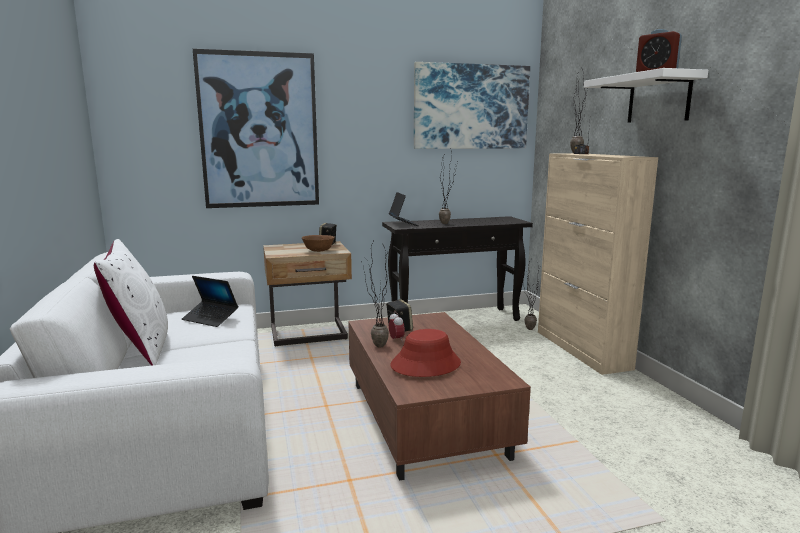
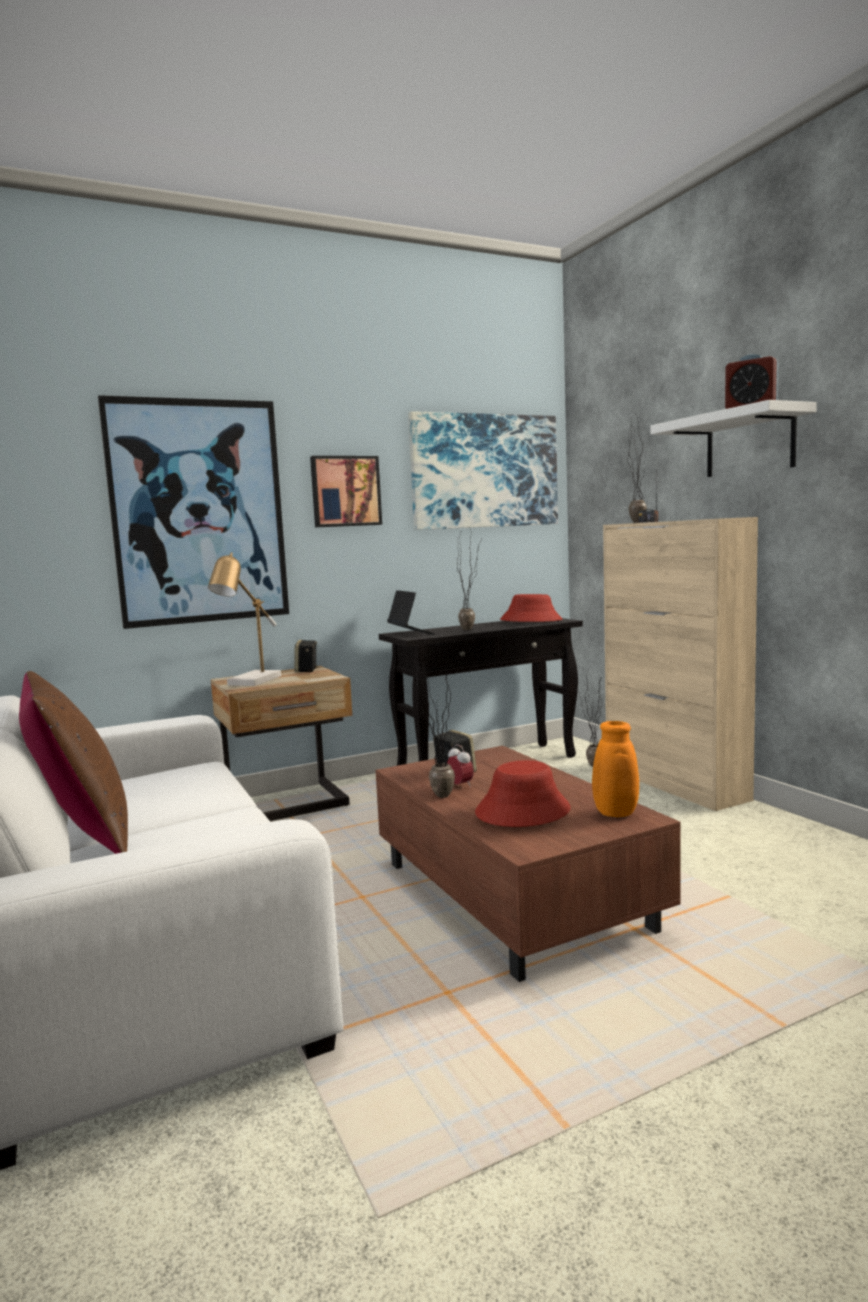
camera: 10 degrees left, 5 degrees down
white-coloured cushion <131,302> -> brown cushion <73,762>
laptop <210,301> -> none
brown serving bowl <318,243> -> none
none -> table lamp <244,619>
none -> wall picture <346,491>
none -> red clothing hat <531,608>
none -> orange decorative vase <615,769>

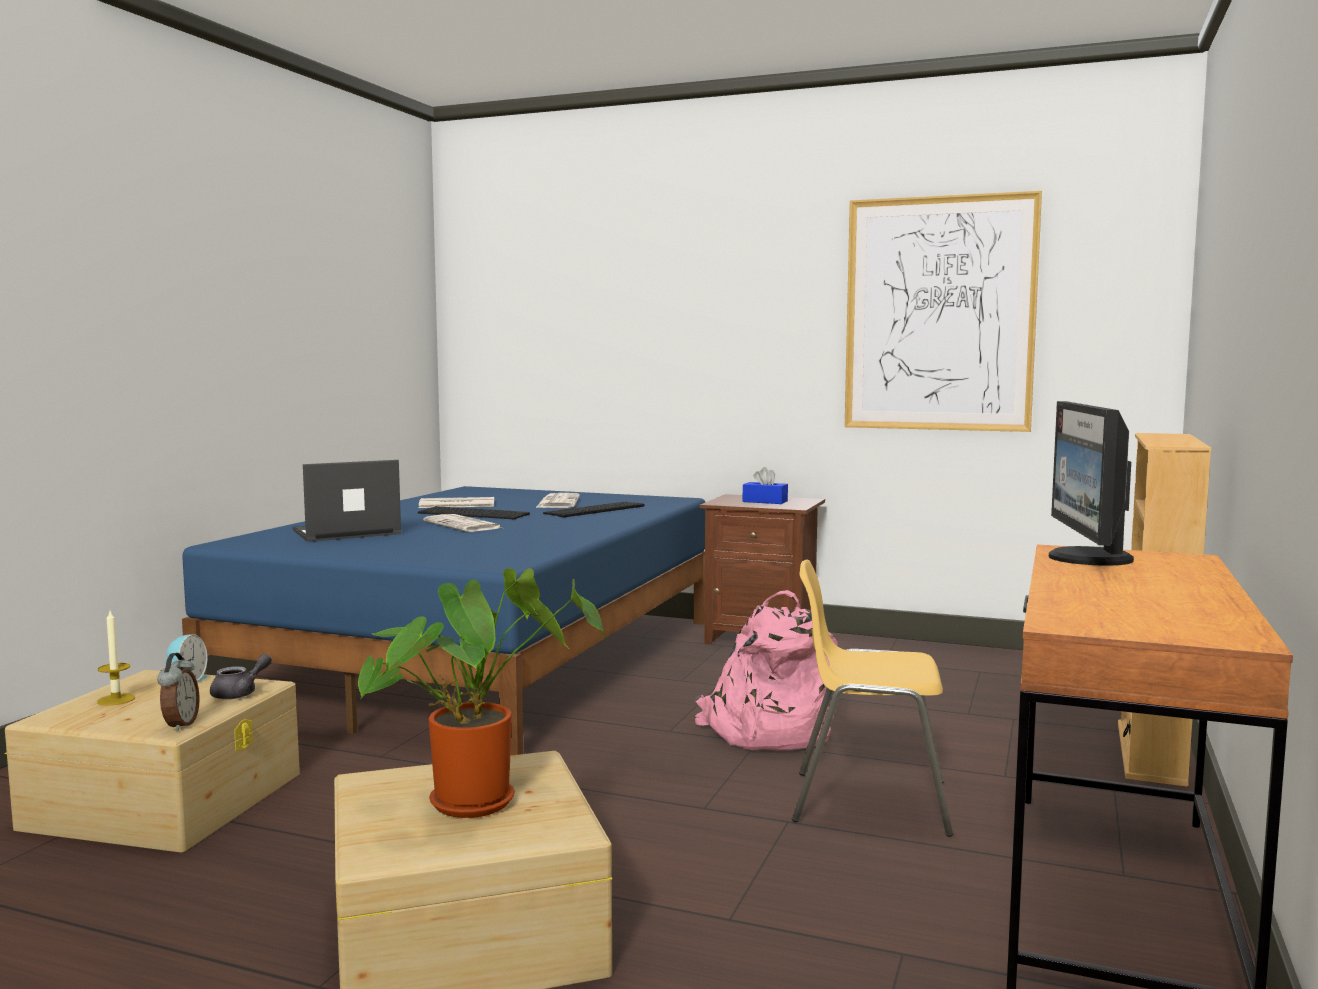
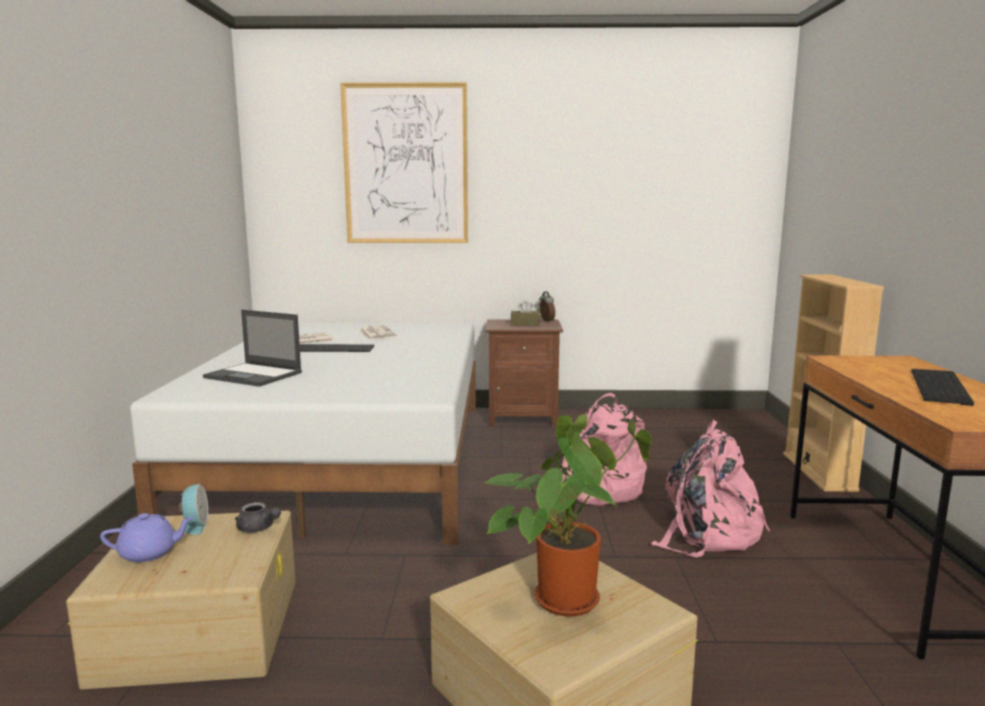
camera: 20 degrees left, 5 degrees up
candle <116,658> -> purplish tea pot <147,537>
alarm clock <178,692> -> alarm clock <547,307>, shifted
bluish bed <443,621> -> white-coloured bed <303,434>
grey tea pot <241,676> -> grey tea pot <258,517>, 105 degrees clockwise
laptop <347,501> -> laptop <252,348>, 105 degrees counterclockwise
printed paper <462,523> -> none
PC keyboard <594,509> -> PC keyboard <942,387>, shifted
bluish box of tissues <765,485> -> brown box of tissues <525,313>
yellowish plain chair <872,698> -> pink rucksack <710,489>
wall picture <943,311> -> wall picture <404,162>, shifted
computer screen <1091,483> -> none

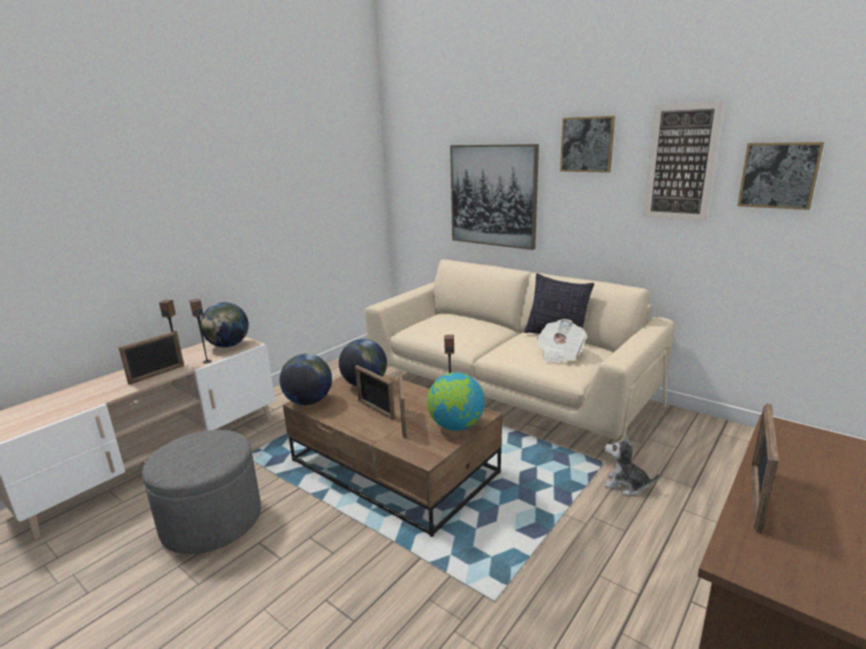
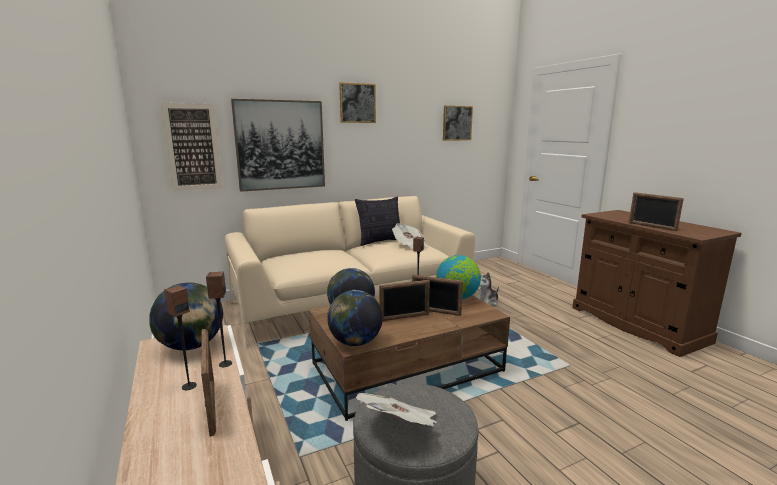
camera: 65 degrees left, 5 degrees down
wall picture <683,161> -> wall picture <192,147>, shifted
none -> printed paper <396,409>

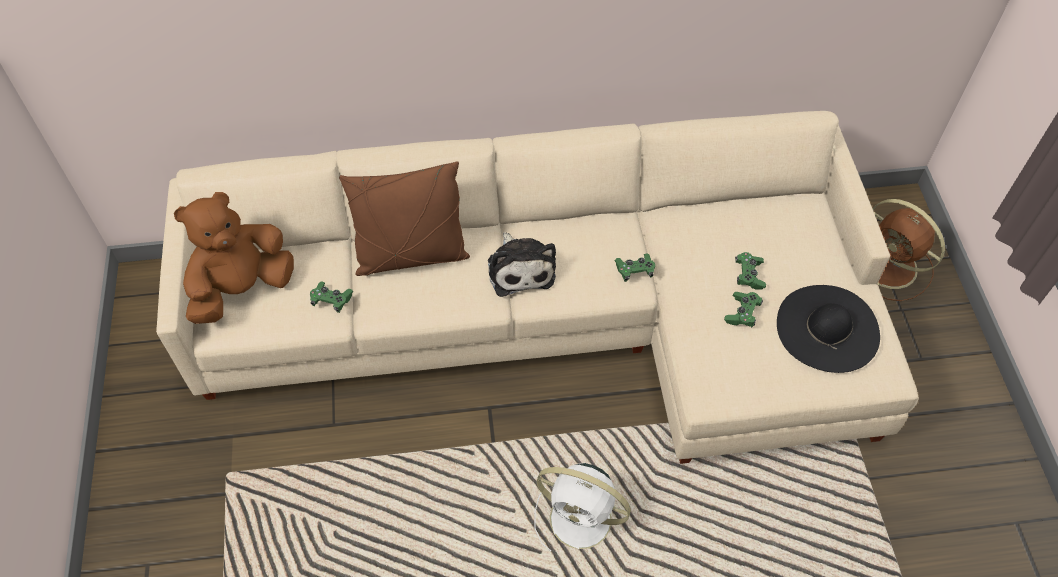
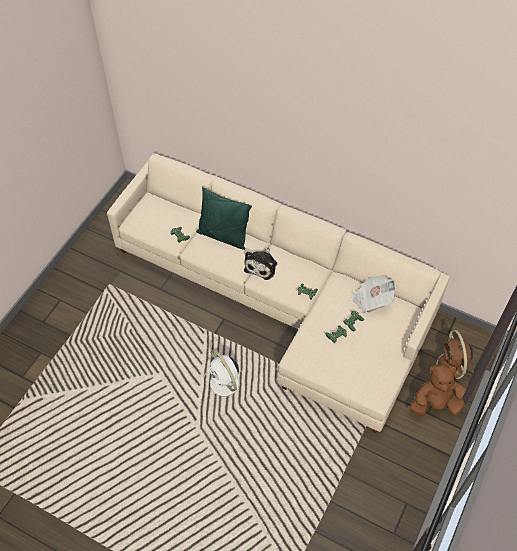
camera: 35 degrees right, 0 degrees up
brown plush toy <234,258> -> brown plush toy <437,390>, shifted
brown cushion <404,218> -> green-coloured cushion <224,218>
black-coloured clothing hat <828,329> -> none
none -> printed paper <374,294>

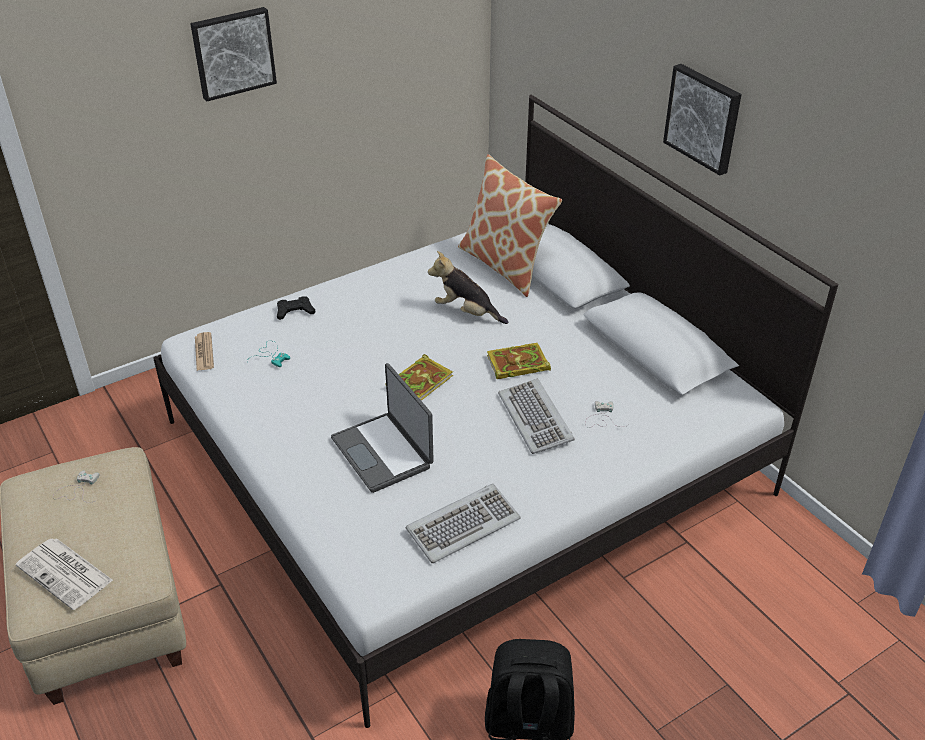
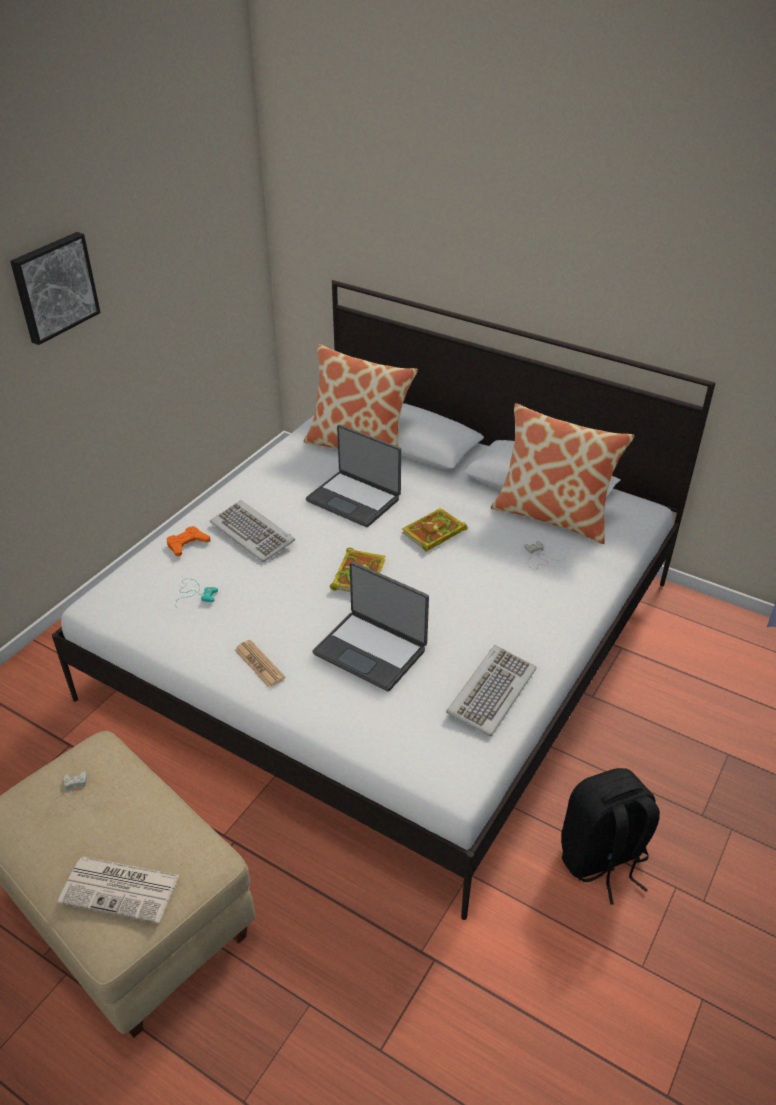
camera: 25 degrees left, 0 degrees up
printed paper <204,351> -> printed paper <260,663>, shifted
black-coloured gamepad <296,308> -> orange gamepad <188,541>
plush toy <468,287> -> laptop <353,476>
PC keyboard <536,416> -> PC keyboard <252,531>, shifted
wall picture <702,120> -> none
none -> cushion <562,473>

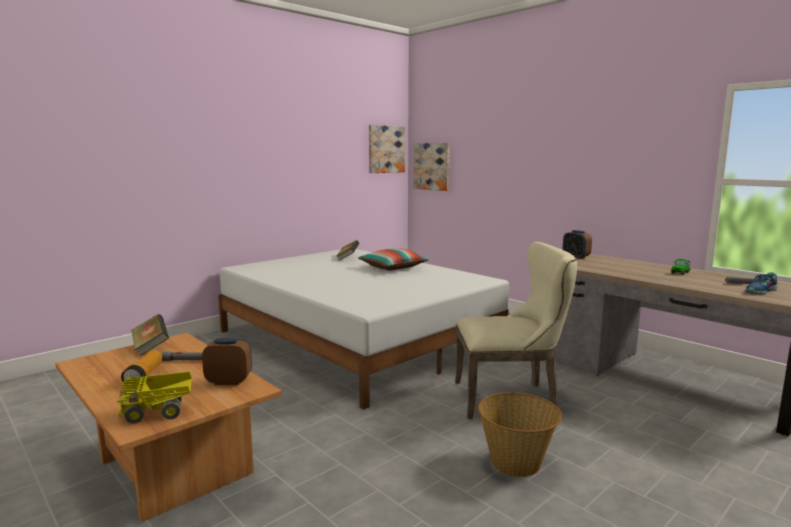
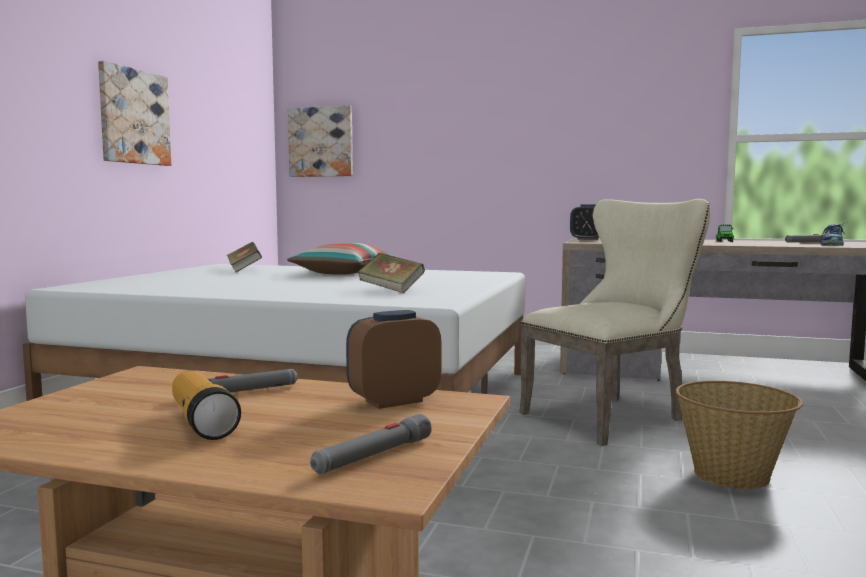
camera: 30 degrees left, 5 degrees down
model truck <154,397> -> grey flashlight <371,444>
bound book <150,335> -> bound book <391,273>, shifted
wall picture <387,149> -> wall picture <134,113>, shifted

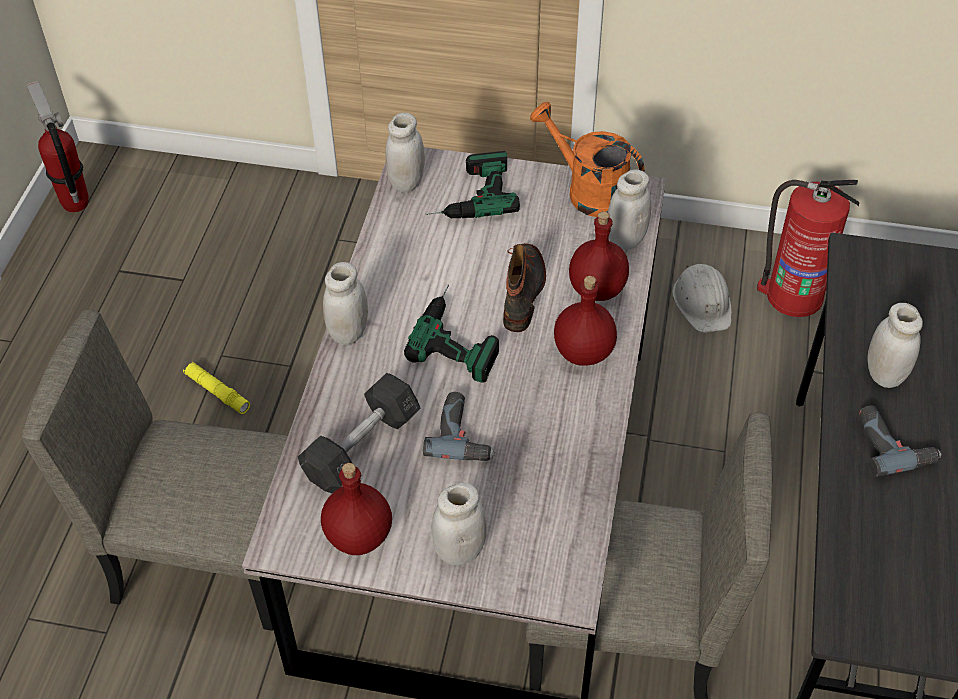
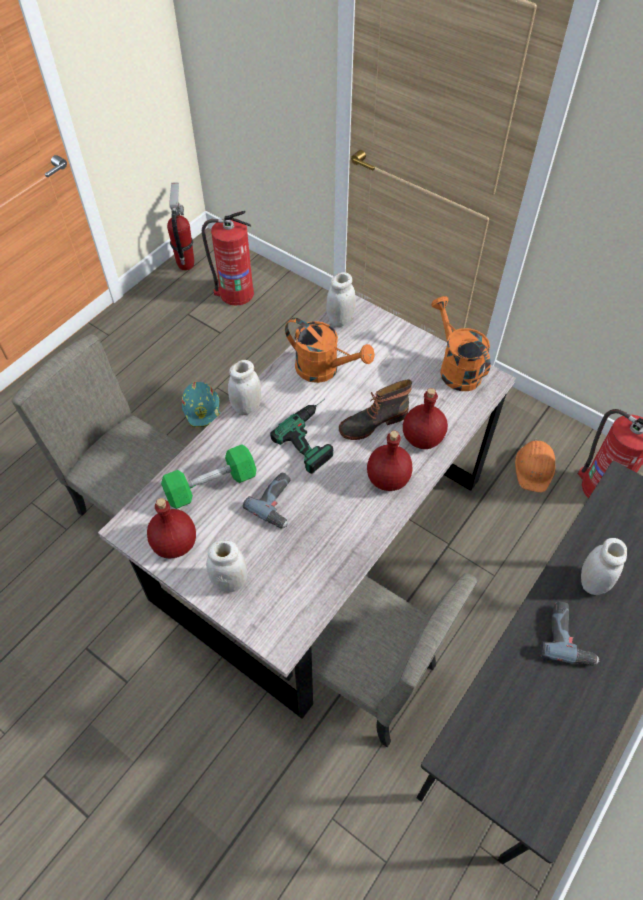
camera: 25 degrees right, 5 degrees up
yellowish flashlight <216,387> -> turquoise-coloured hard hat <201,404>
grey free weight <359,433> -> green-coloured free weight <209,476>
drill <472,184> -> none
tall boot <524,287> -> tall boot <375,409>, 150 degrees counterclockwise
white-coloured jar <629,209> -> none
white-coloured hard hat <702,298> -> orange hard hat <535,466>
none -> fire extinguisher <228,258>
none -> orange watering can <330,350>

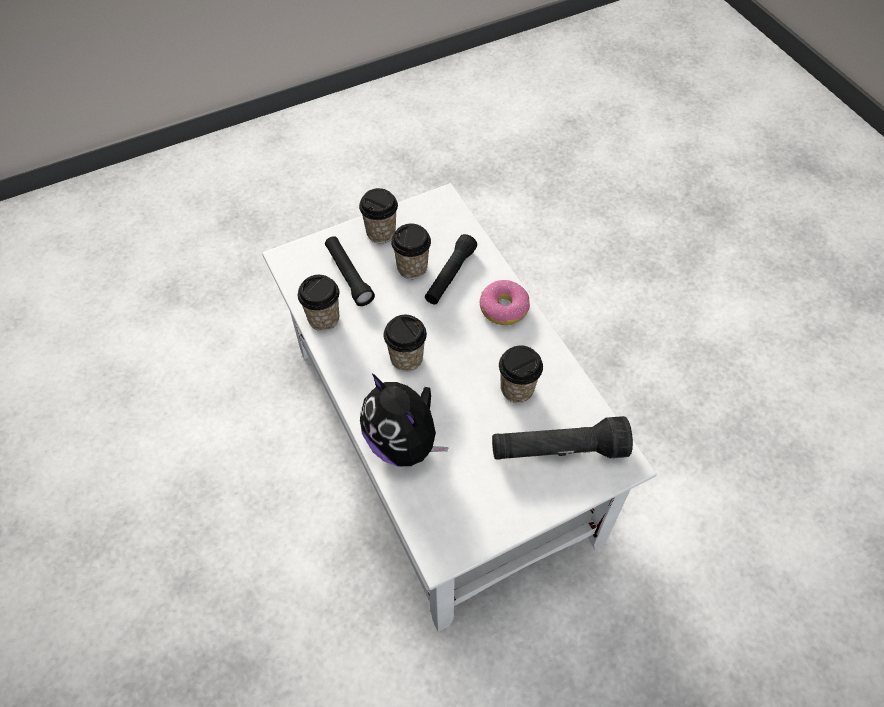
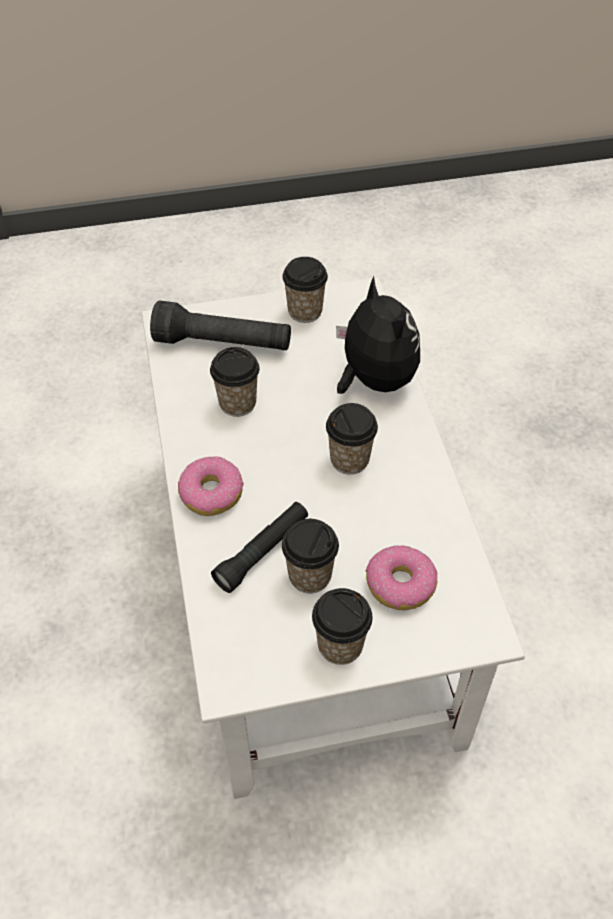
camera: 165 degrees left, 5 degrees down
drinking cup <318,303> -> drinking cup <305,290>, shifted
black-coloured flashlight <350,271> -> donut <401,577>

